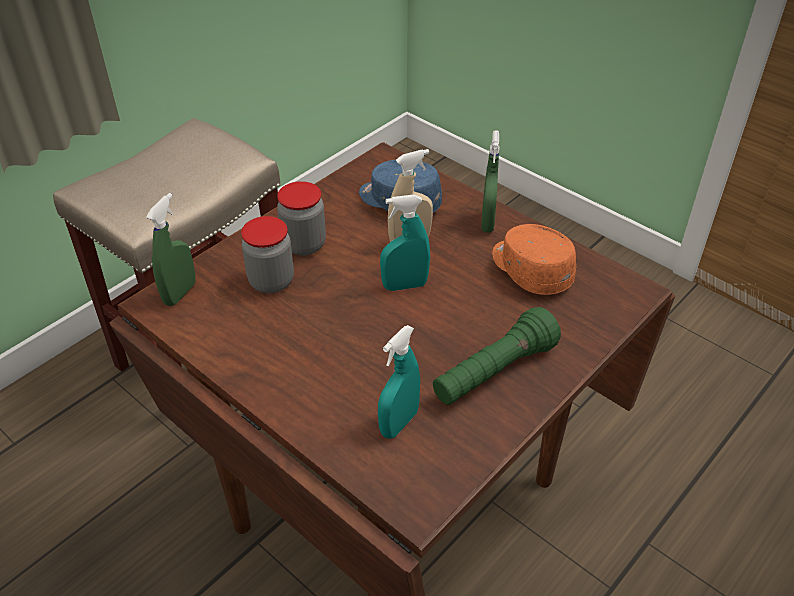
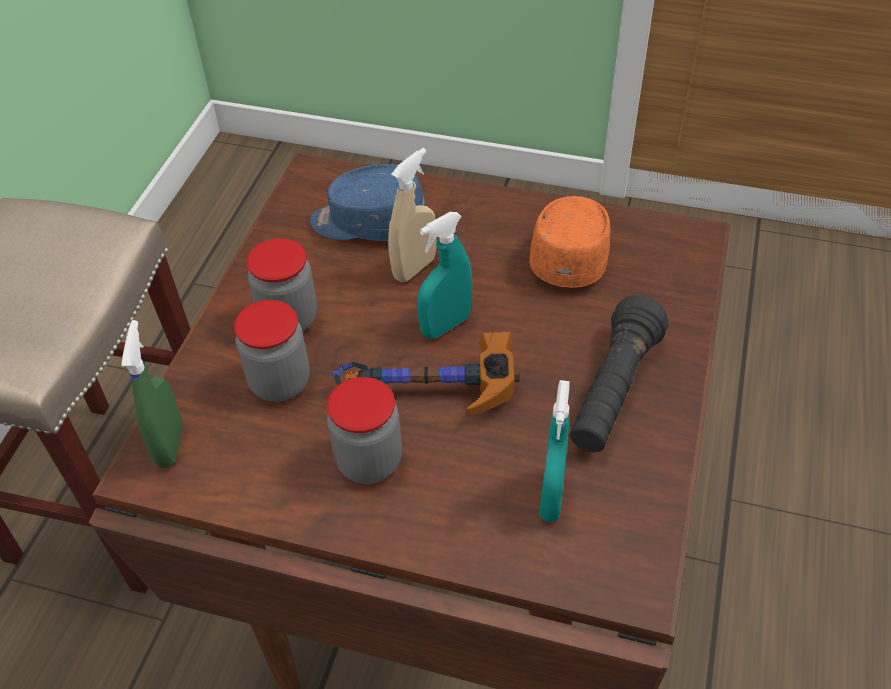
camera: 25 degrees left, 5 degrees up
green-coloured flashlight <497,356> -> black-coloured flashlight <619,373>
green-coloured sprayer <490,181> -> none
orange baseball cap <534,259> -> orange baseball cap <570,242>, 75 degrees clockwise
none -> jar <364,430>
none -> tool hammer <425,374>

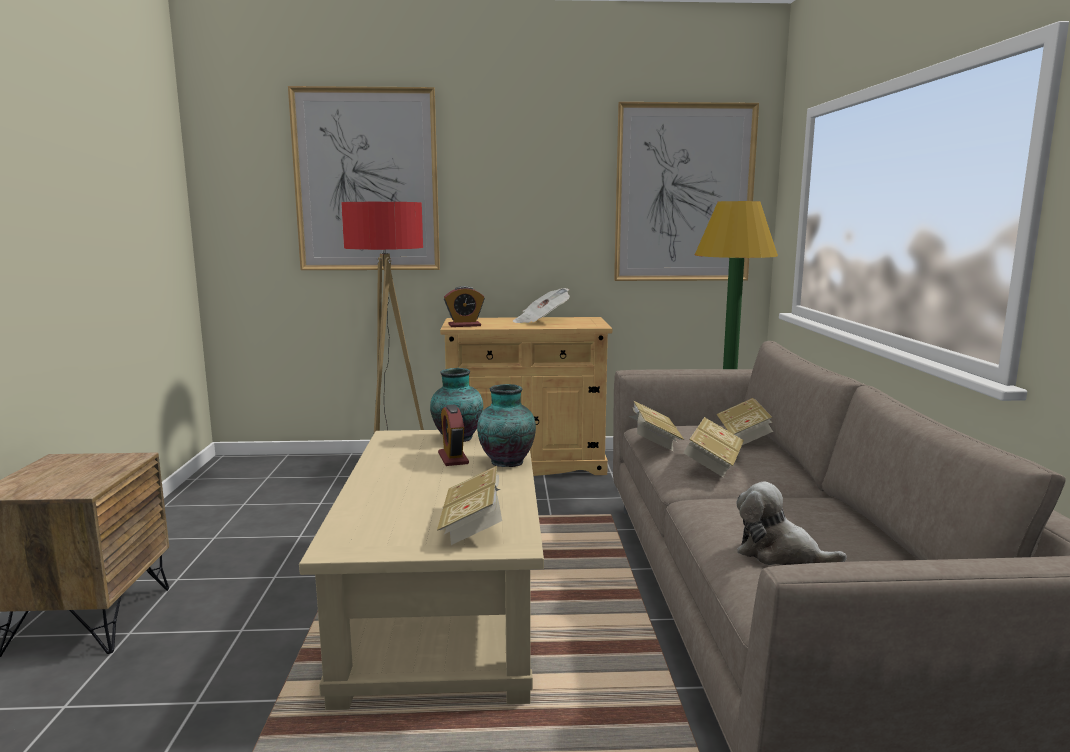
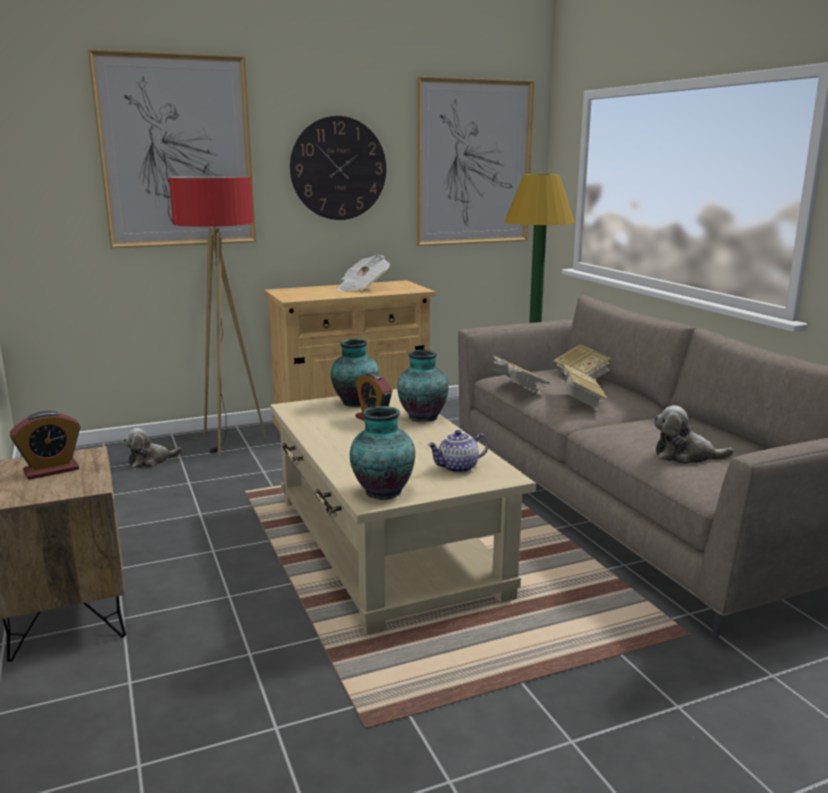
camera: 20 degrees left, 5 degrees up
bound book <469,505> -> tea pot <458,451>
alarm clock <464,306> -> alarm clock <45,445>, shifted
none -> plush toy <152,448>
none -> hanging clock <338,168>
none -> decorative vase <382,453>

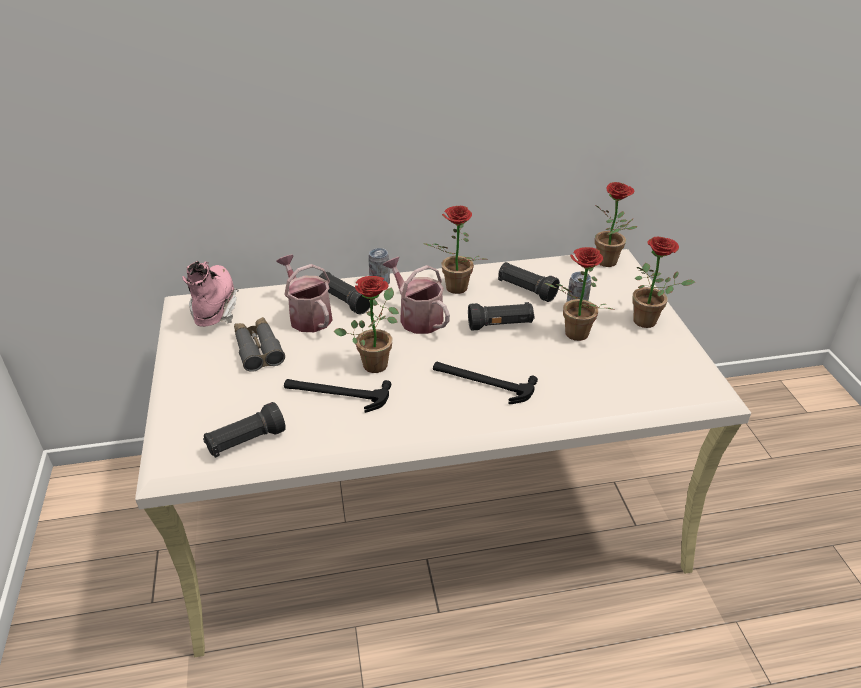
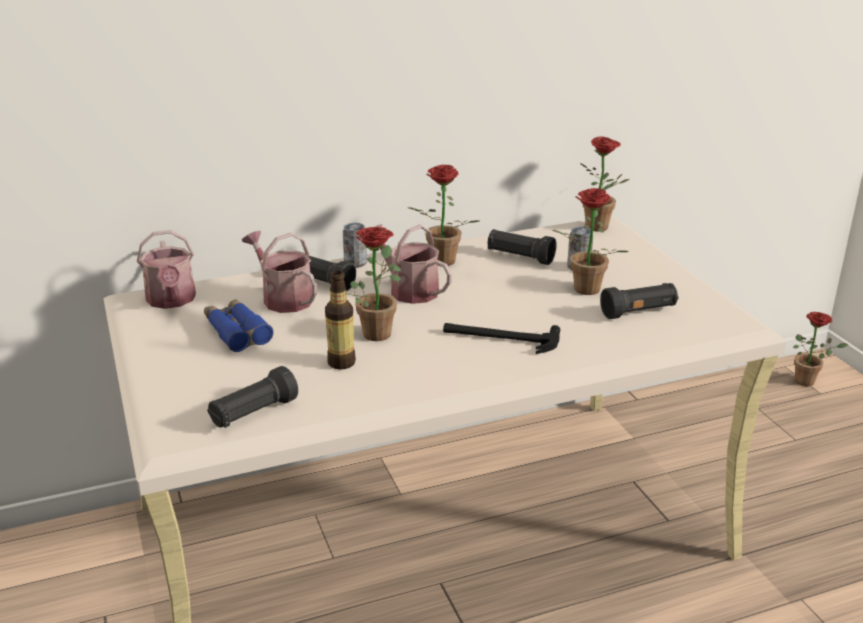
camera: 10 degrees left, 10 degrees down
pink tall boot <210,294> -> watering can <166,269>
grey field glasses <259,344> -> bluish field glasses <239,325>
tool hammer <337,396> -> bottle <340,320>
black-coloured flashlight <501,316> -> black-coloured flashlight <639,301>, shifted
houseplant <663,282> -> houseplant <821,349>, shifted

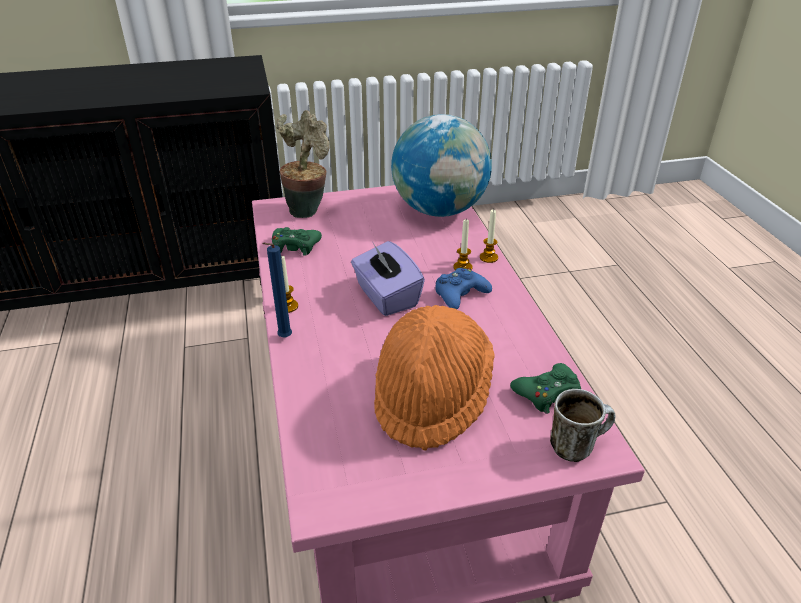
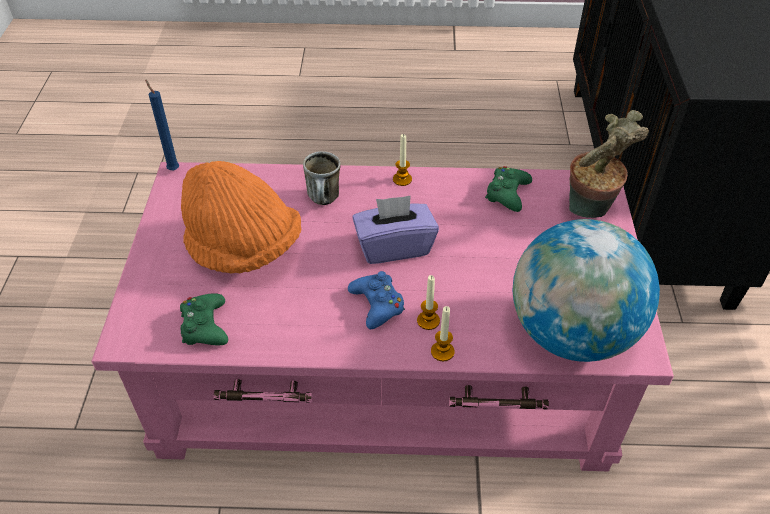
camera: 105 degrees right, 10 degrees up
bluish candle <277,290> -> bluish candle <162,124>, shifted
tea mug <582,425> -> tea mug <322,178>, shifted

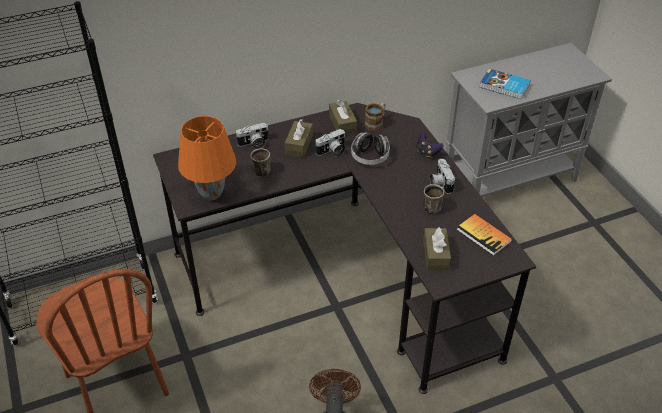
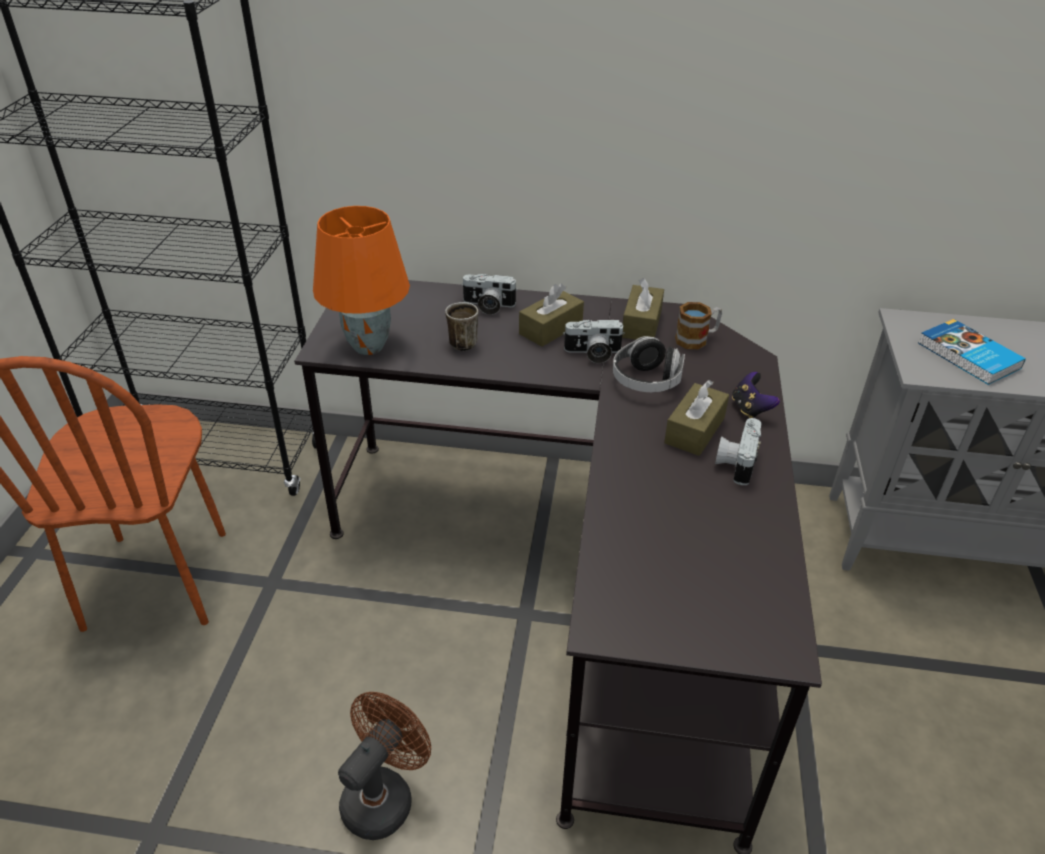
camera: 30 degrees right, 5 degrees down
tea mug <433,199> -> none
brown box of tissues <437,249> -> brown box of tissues <696,418>, shifted
bound book <484,235> -> none

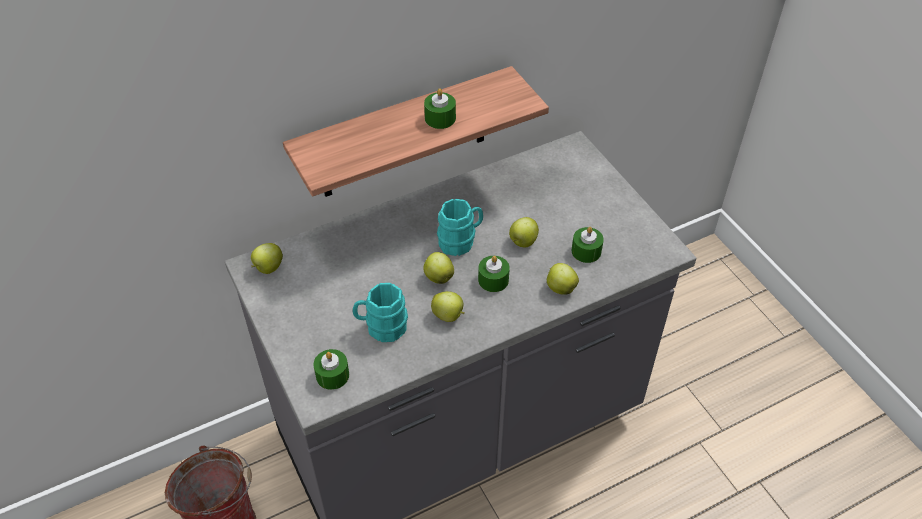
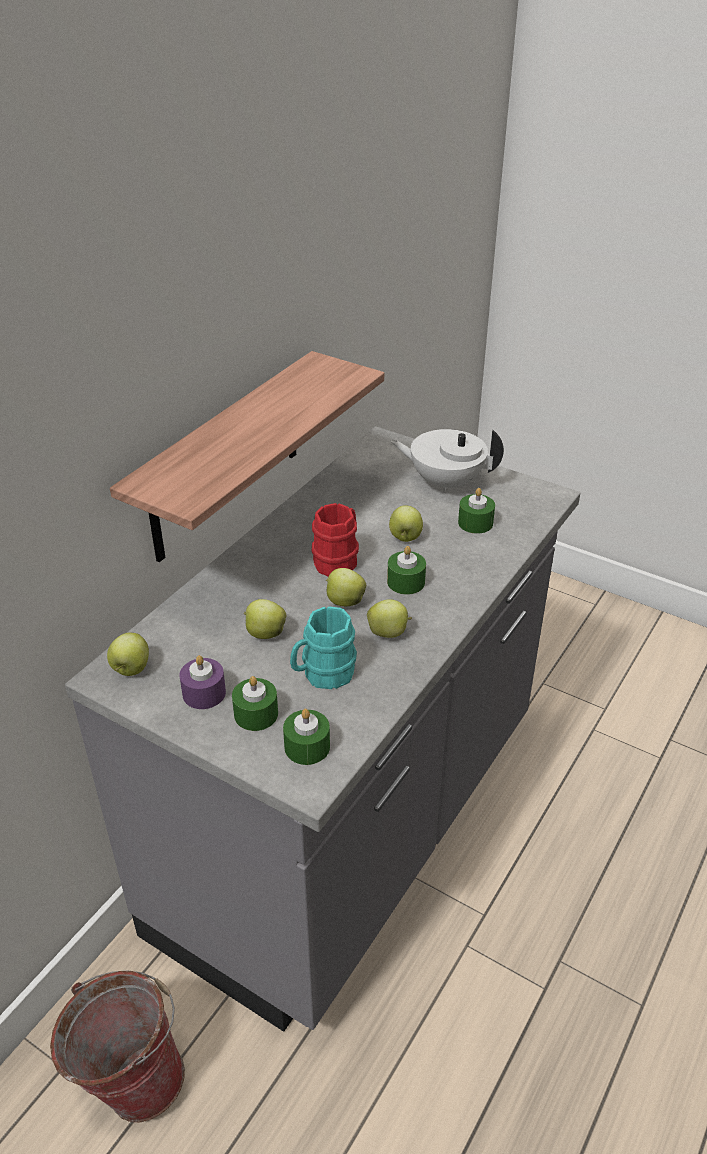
camera: 30 degrees left, 10 degrees down
green-coloured candle <440,108> -> green-coloured candle <255,703>, shifted
turquoise-coloured tea mug <460,227> -> red tea mug <335,540>
apple <563,279> -> apple <264,619>, shifted
none -> purplish candle <202,682>
none -> white-coloured tea pot <447,461>

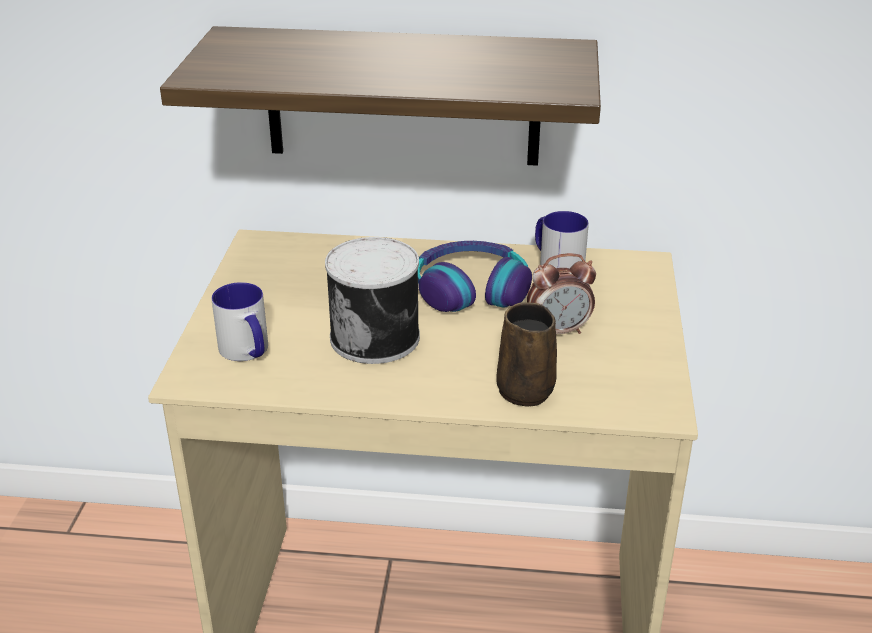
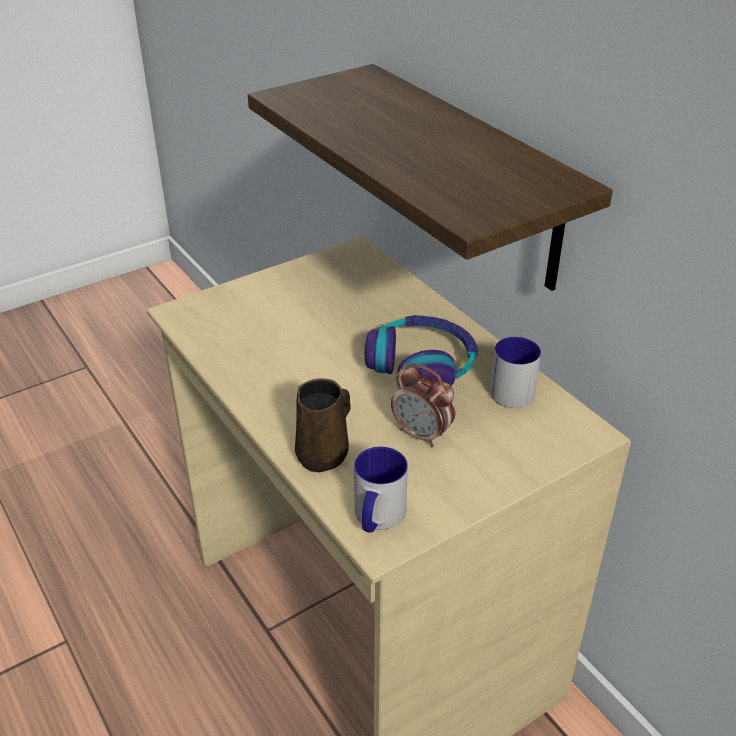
camera: 50 degrees right, 5 degrees up
tea mug <239,321> -> tea mug <381,490>, shifted
can <372,300> -> none

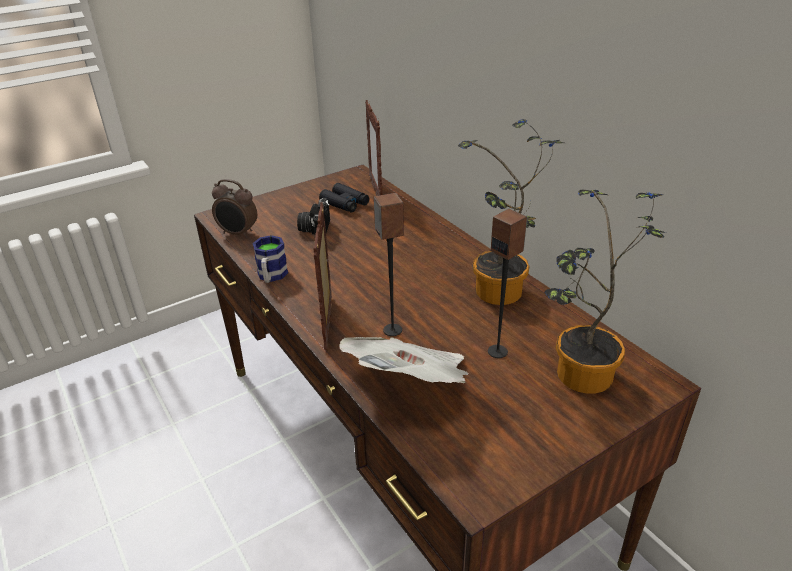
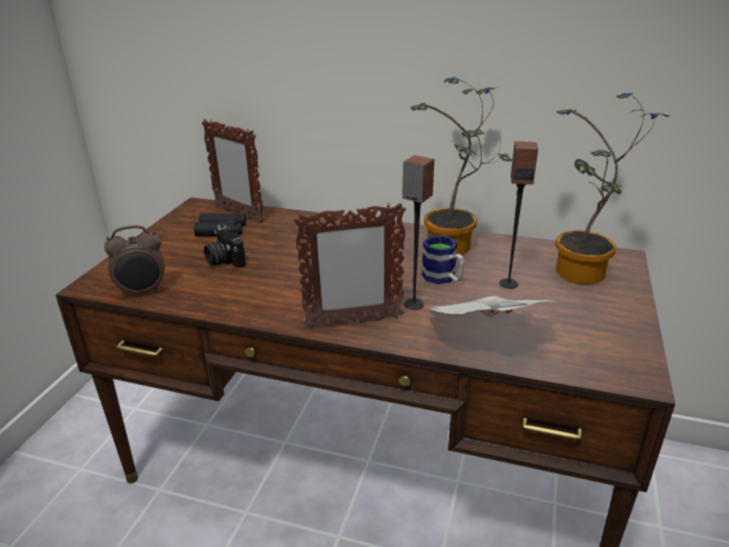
camera: 40 degrees left, 5 degrees down
tea mug <270,259> -> tea mug <443,259>, shifted
photo frame <322,276> -> photo frame <350,266>, 60 degrees counterclockwise

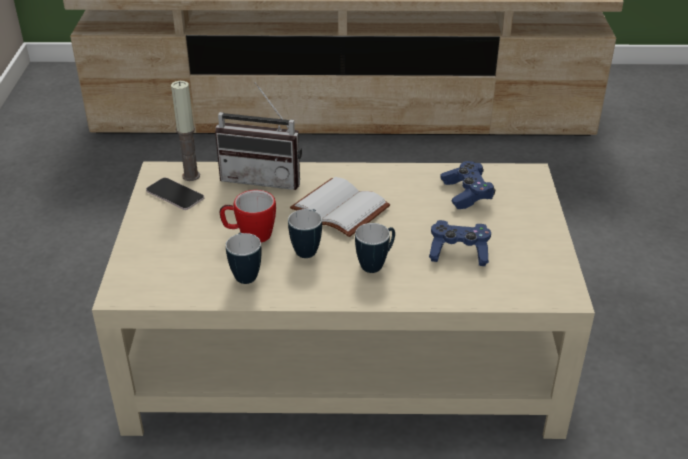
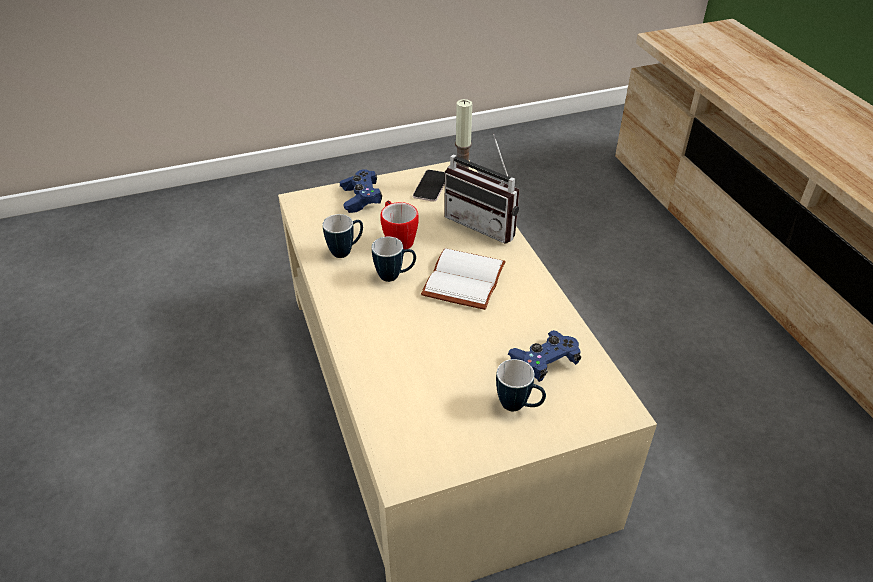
camera: 70 degrees right, 5 degrees up
radio <258,136> -> radio <481,189>, 45 degrees counterclockwise
tea mug <375,248> -> tea mug <521,385>, shifted
bluish gamepad <460,243> -> bluish gamepad <361,191>, shifted

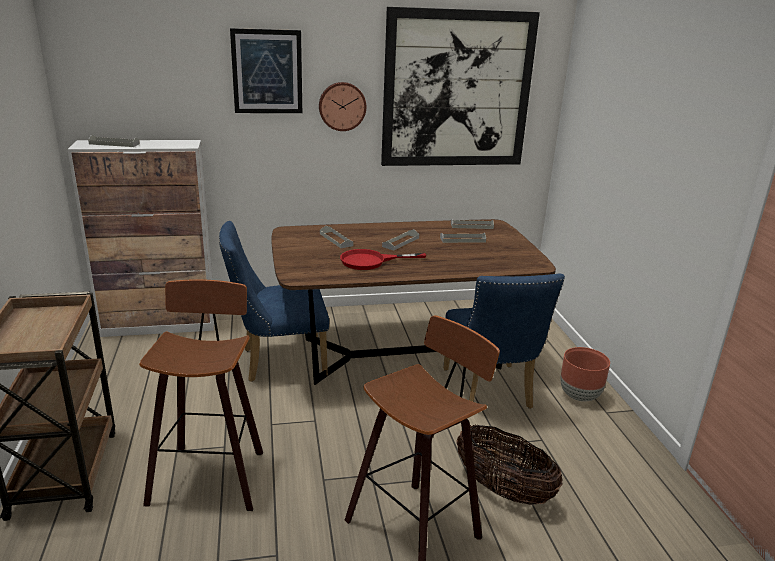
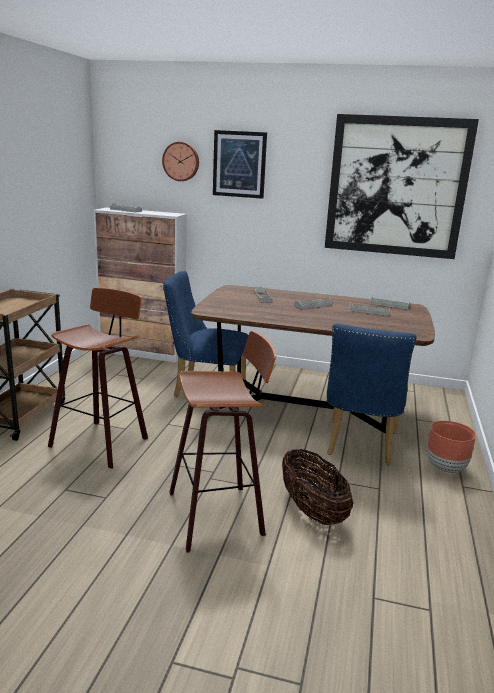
camera: 25 degrees right, 5 degrees down
hanging clock <342,106> -> hanging clock <180,161>, shifted
red skillet <383,259> -> none

